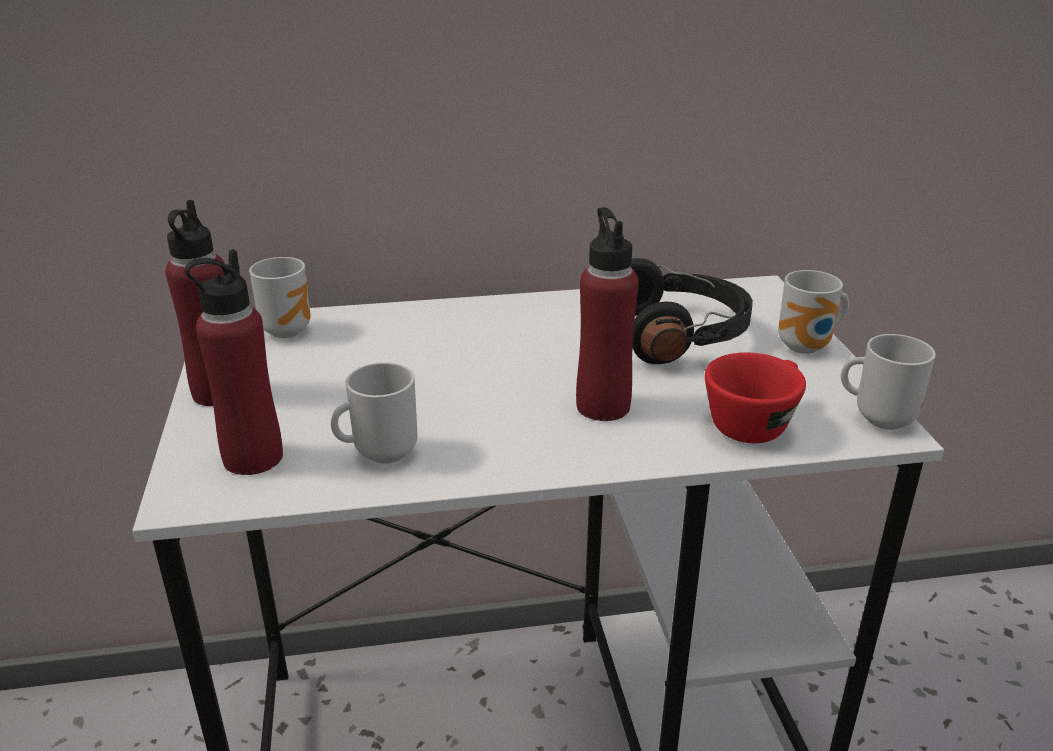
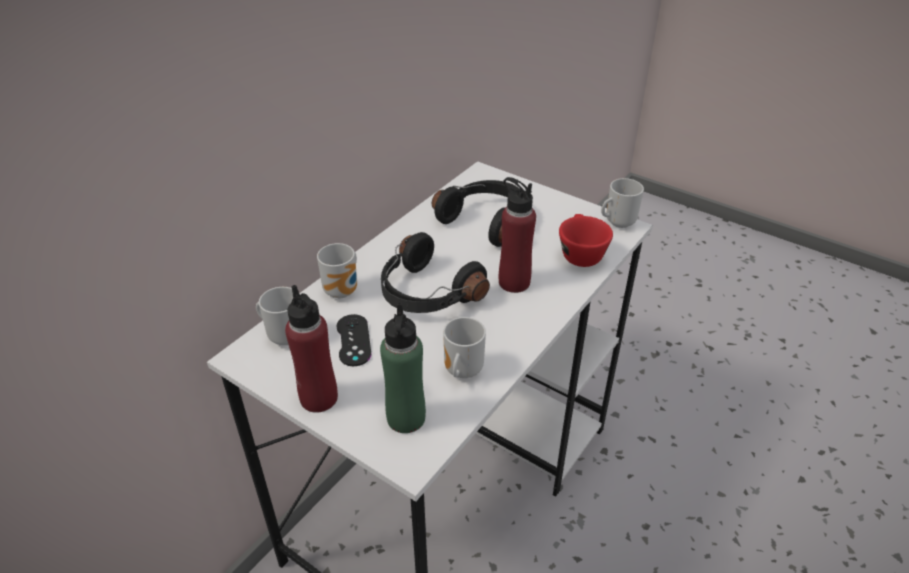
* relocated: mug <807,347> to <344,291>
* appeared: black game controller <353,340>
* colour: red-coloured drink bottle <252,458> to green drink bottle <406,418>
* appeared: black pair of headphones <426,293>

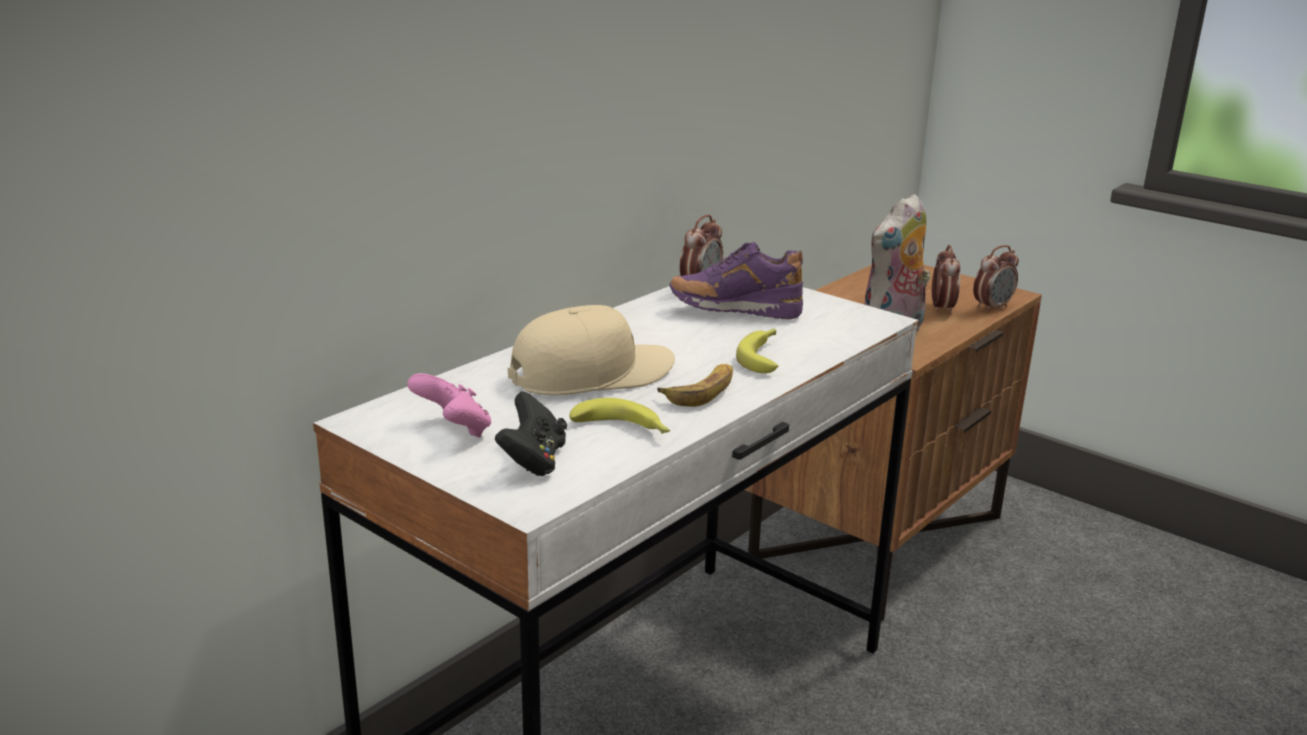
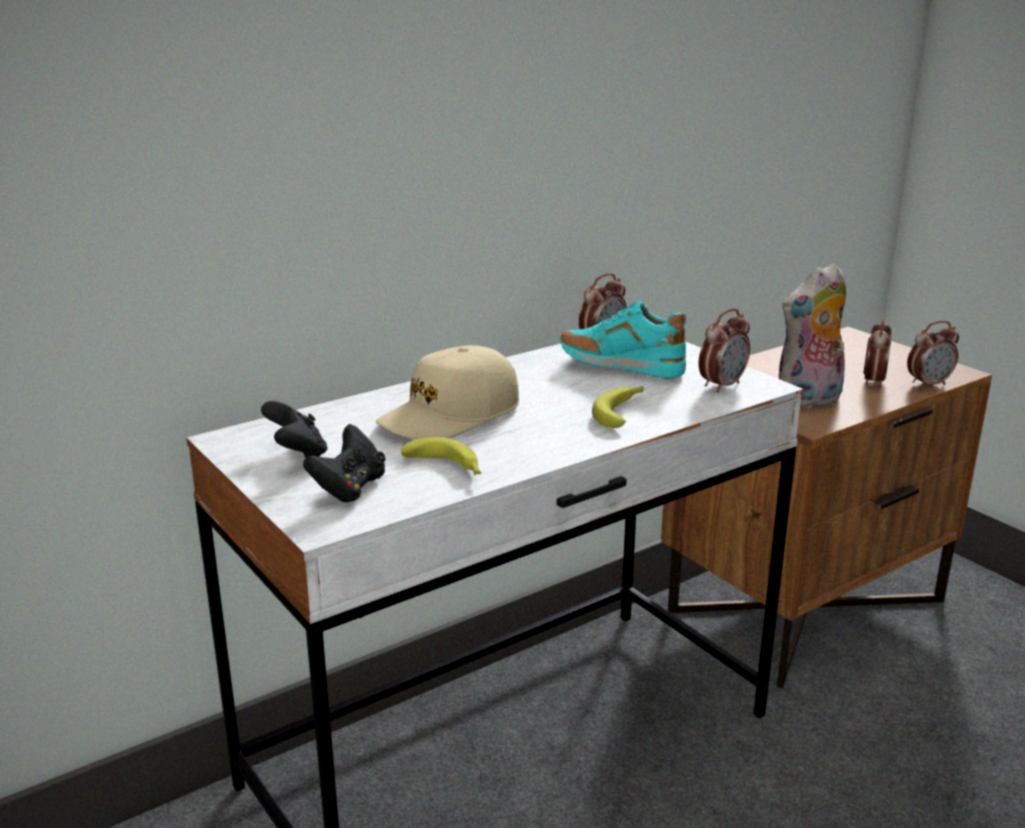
* colour: pinkish game controller <454,431> to black game controller <297,455>
* spun: sand-coloured baseball cap <592,374> = <450,415> 150 degrees clockwise
* colour: purplish low shoe <734,312> to turquoise low shoe <621,368>
* appeared: bedside clock <722,385>
* missing: whole banana <701,391>

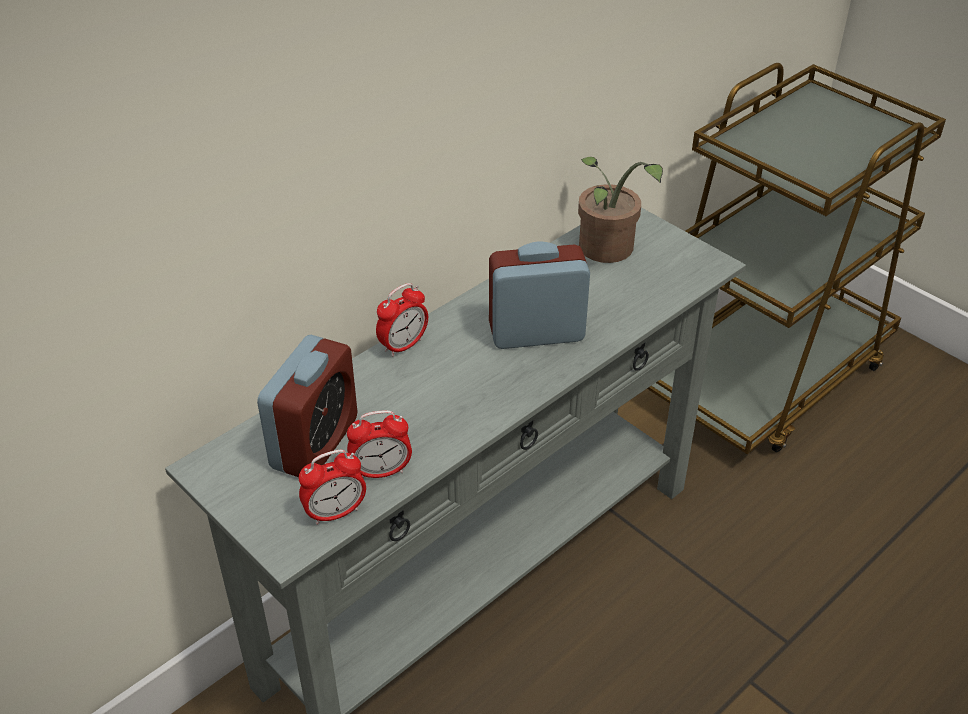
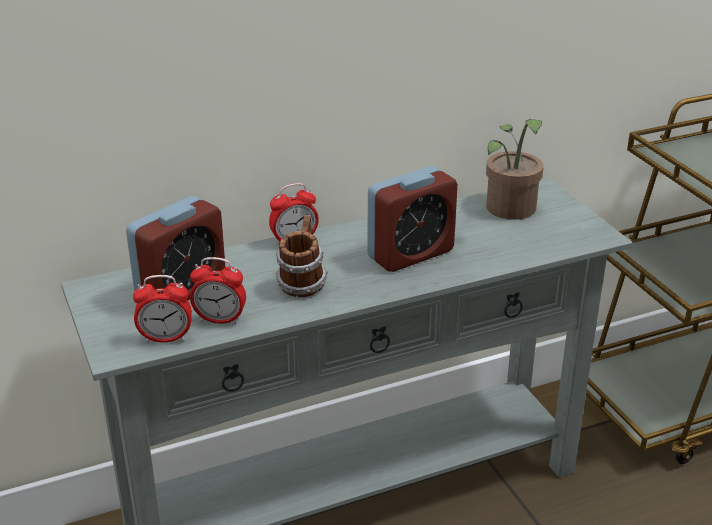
* appeared: mug <302,284>
* spun: bedside clock <536,332> = <410,254> 135 degrees clockwise

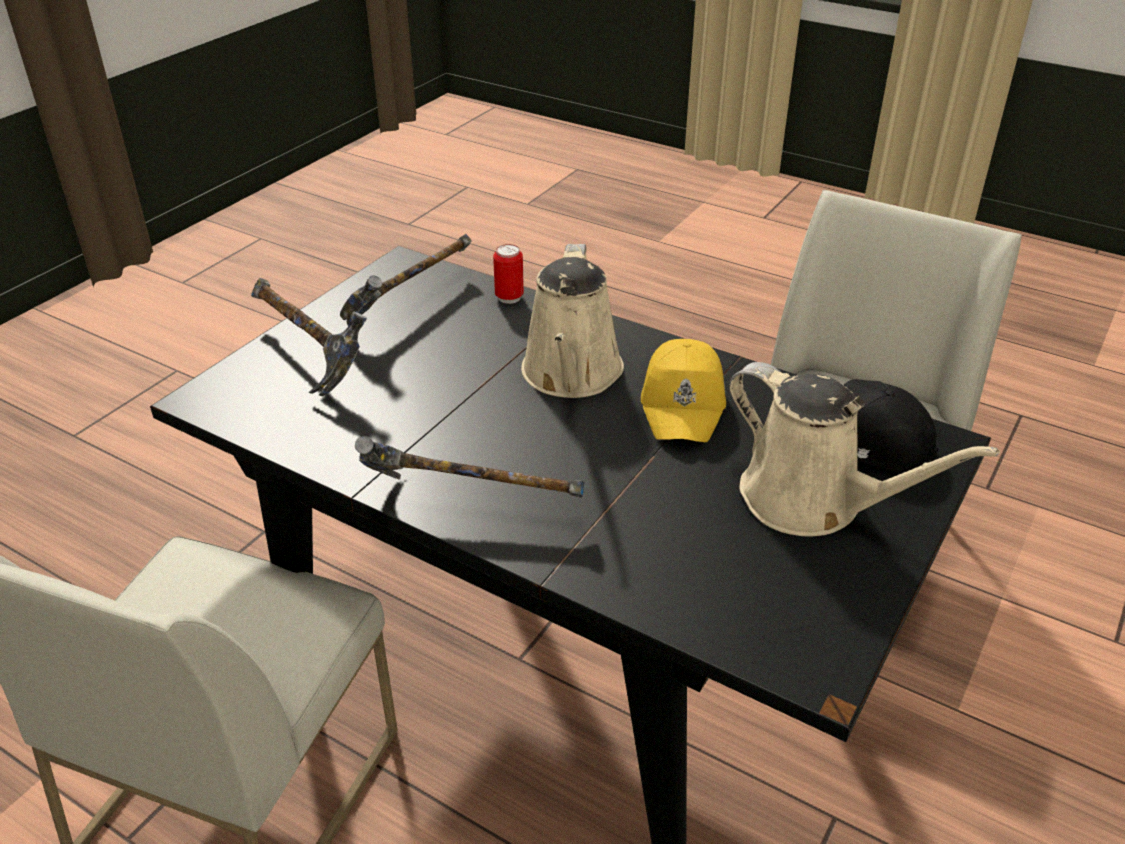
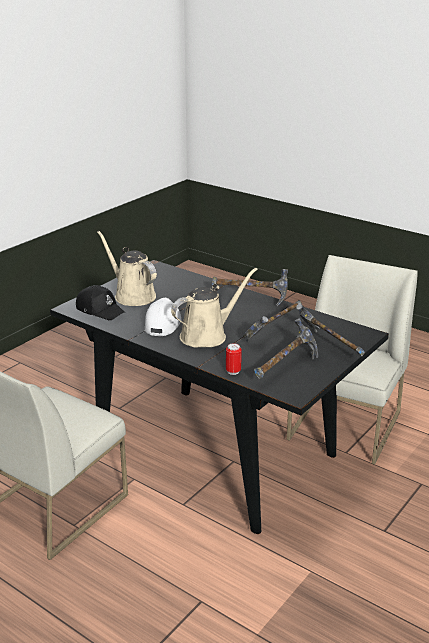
* colour: yellow-coloured baseball cap <684,404> to whitish baseball cap <162,323>
* spun: sand-coloured sprinkling can <571,375> = <207,335> 45 degrees clockwise
* appeared: tool hammer <273,334>

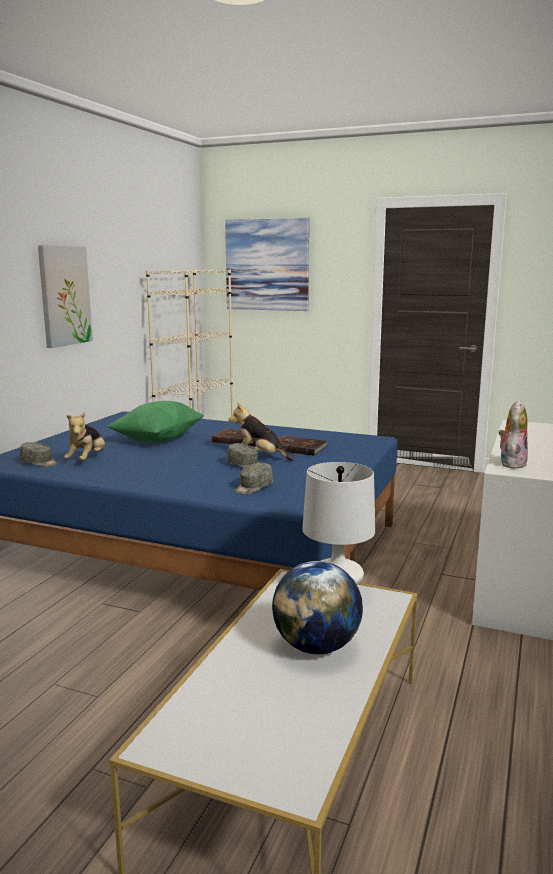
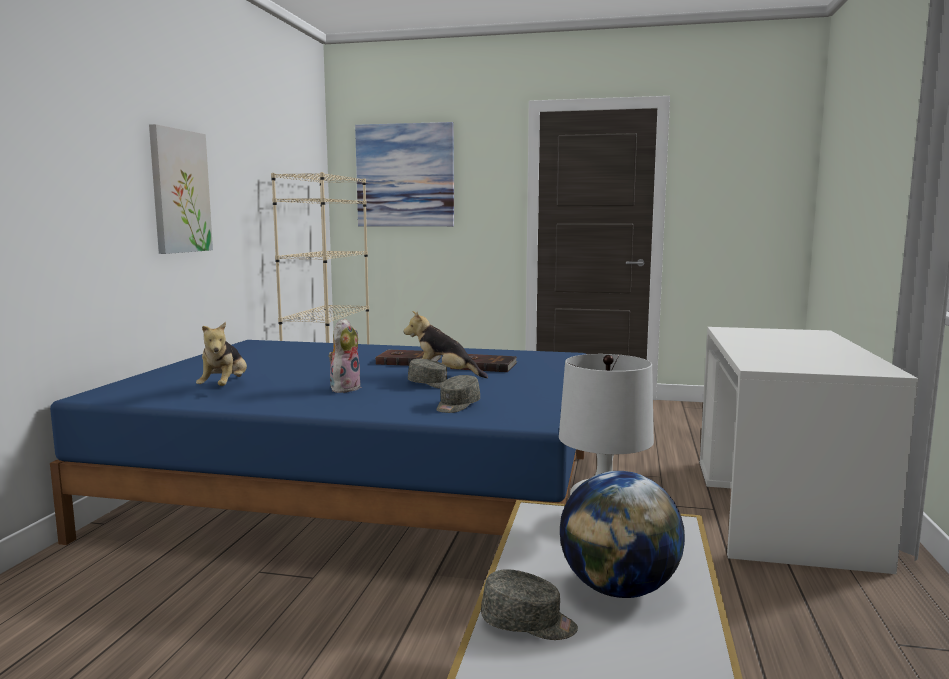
* relocated: cuddly toy <511,463> to <344,388>
* relocated: greyish baseball cap <39,463> to <529,624>
* missing: green cushion <158,439>

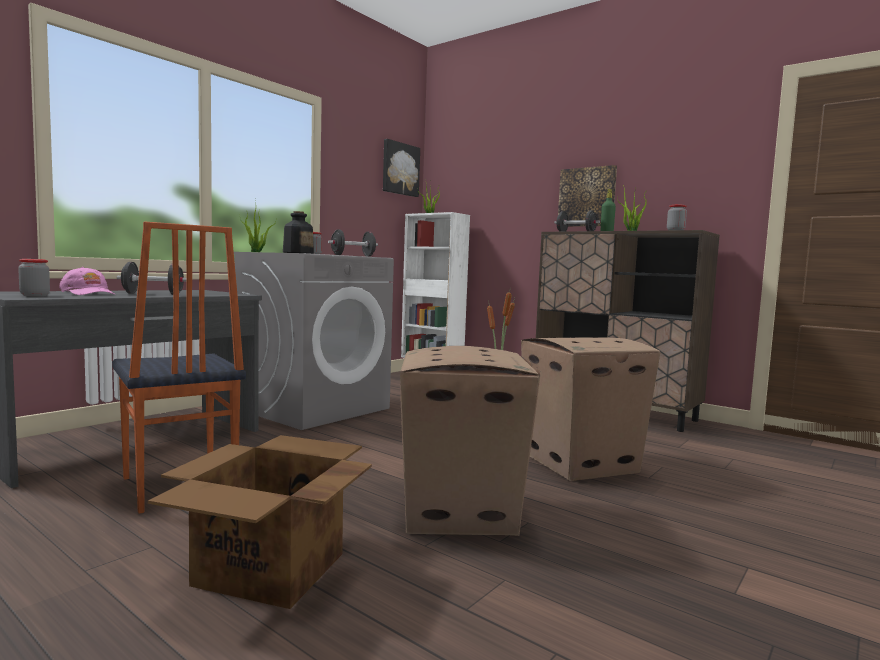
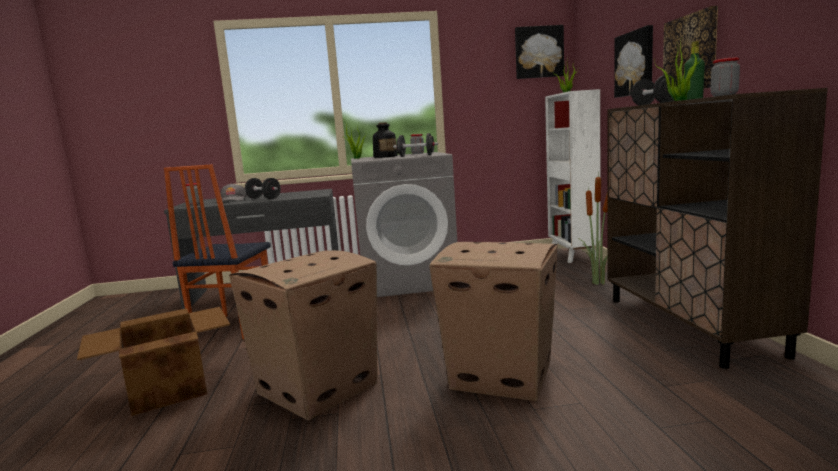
* colour: pinkish baseball cap <88,293> to greyish baseball cap <233,200>
* appeared: wall art <635,63>

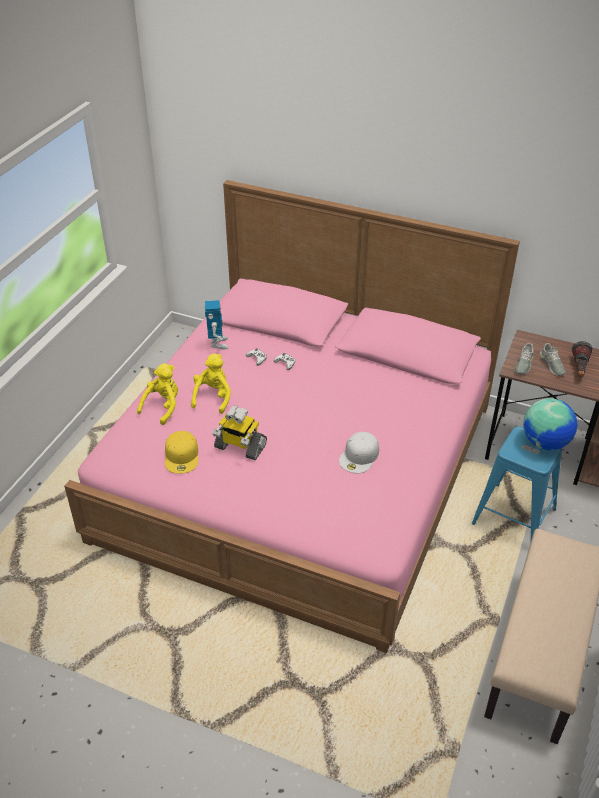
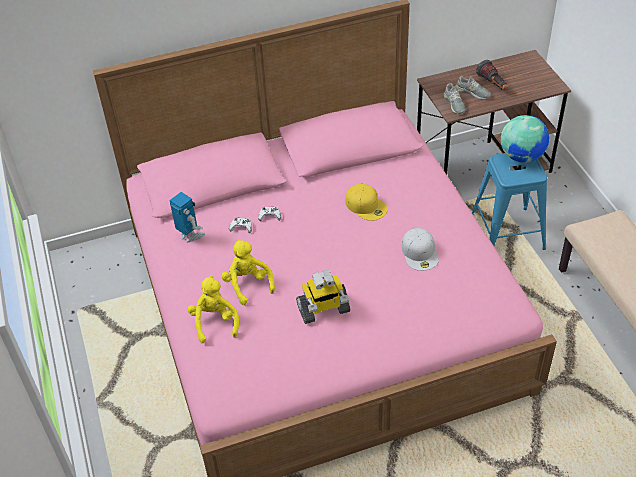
* relocated: yellow-coloured baseball cap <182,456> to <366,205>

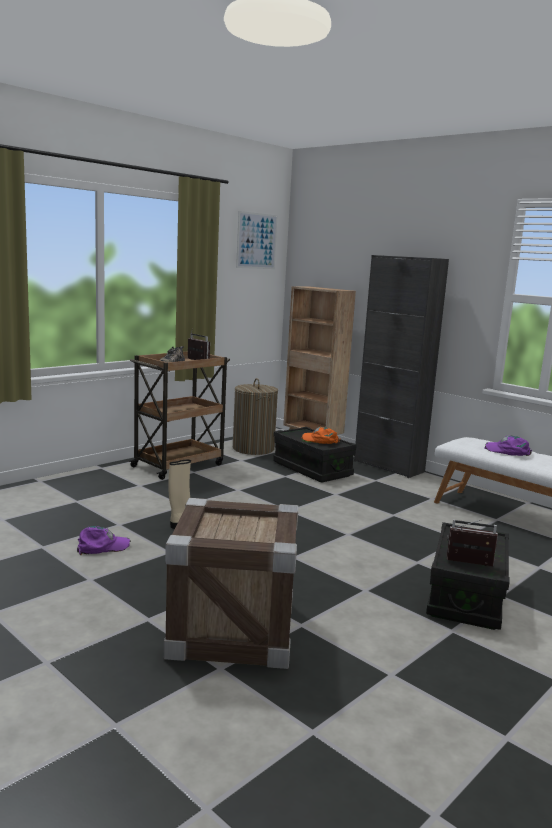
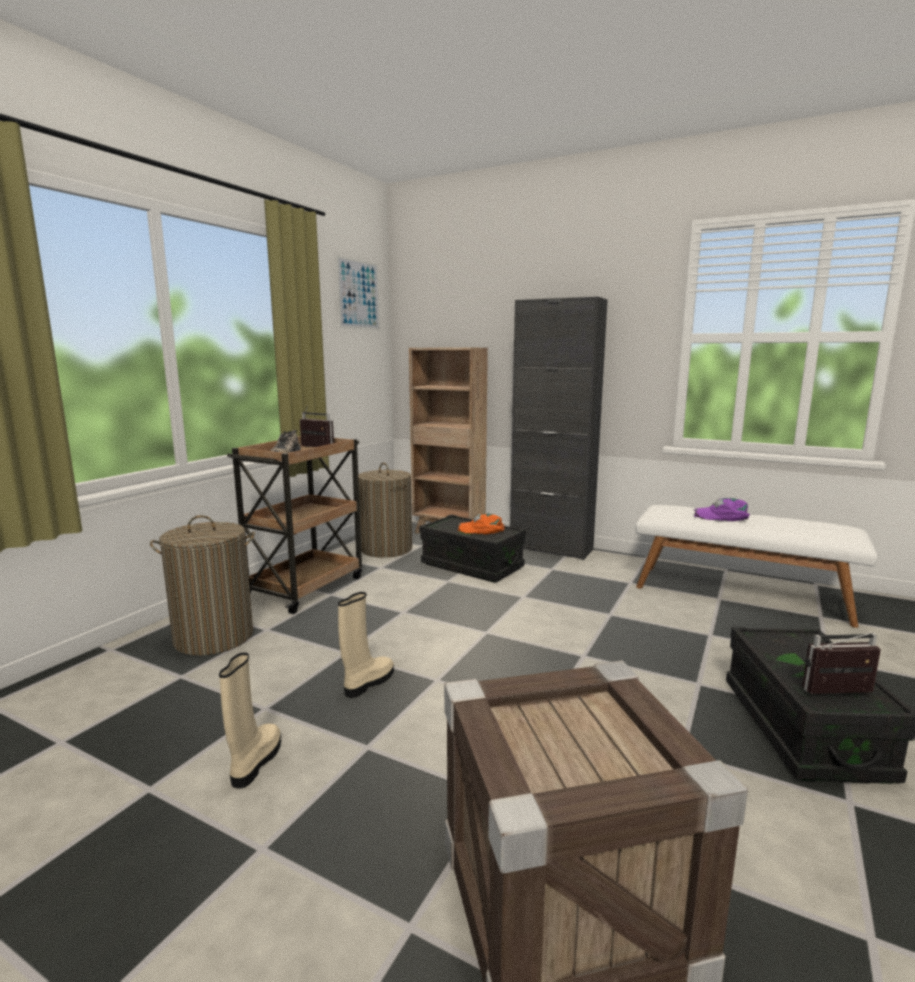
* appeared: hamper <214,637>
* exchanged: purplish baseball cap <102,546> to sand-coloured high-top boot <255,762>

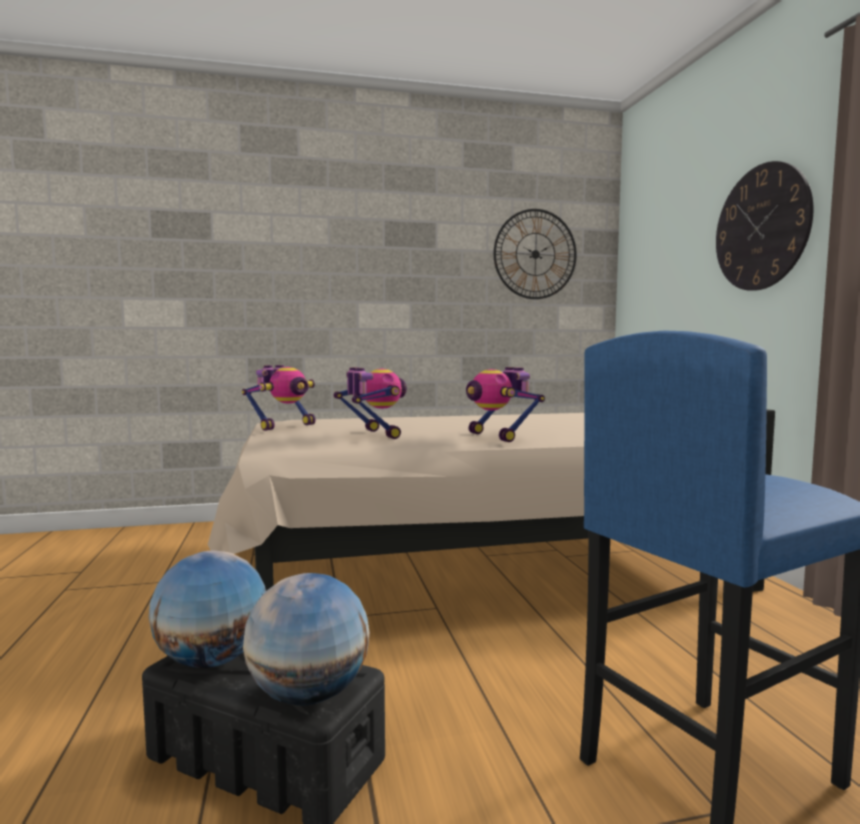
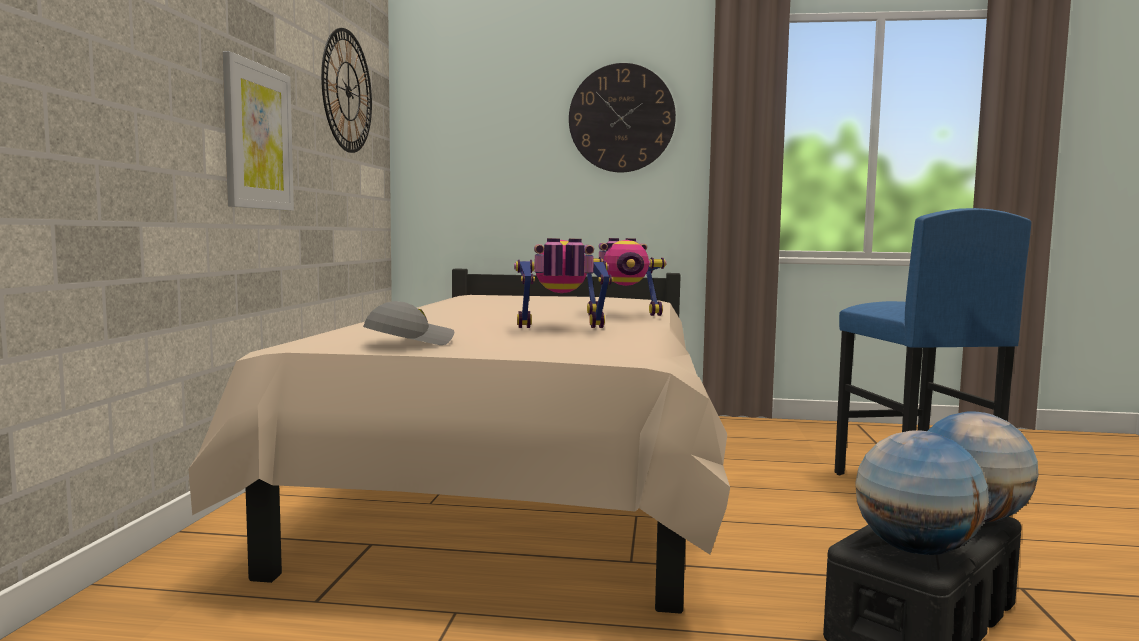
* appeared: wall art <257,137>
* exchanged: robot figure <284,426> to greyish baseball cap <409,342>

